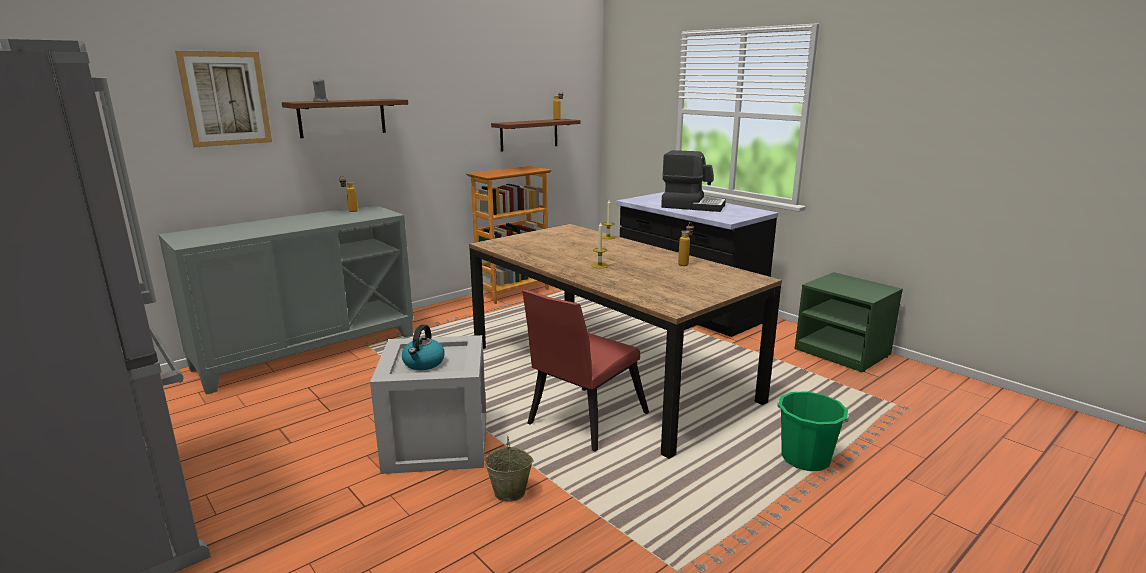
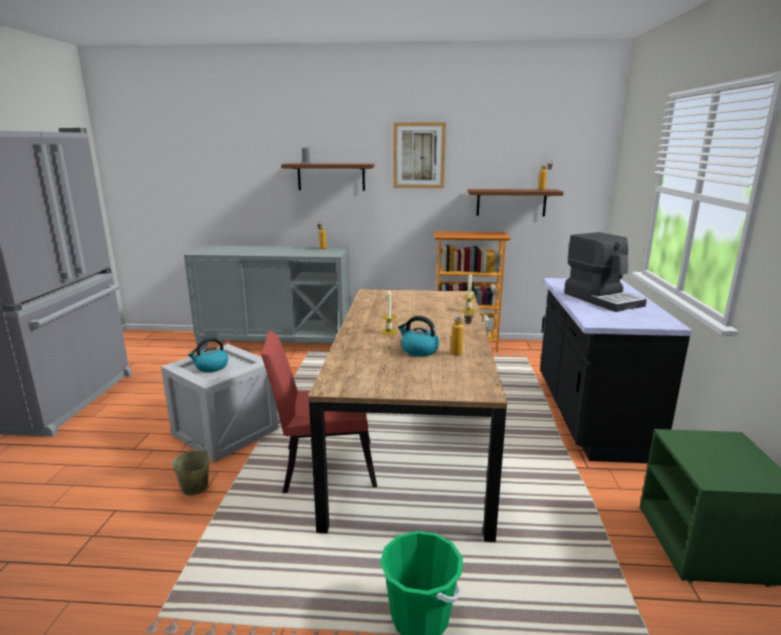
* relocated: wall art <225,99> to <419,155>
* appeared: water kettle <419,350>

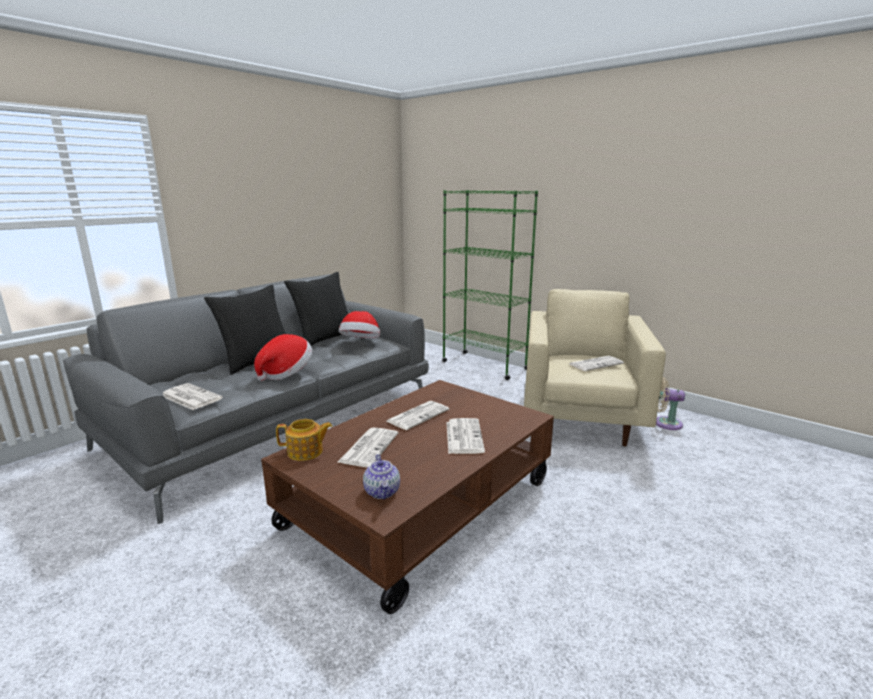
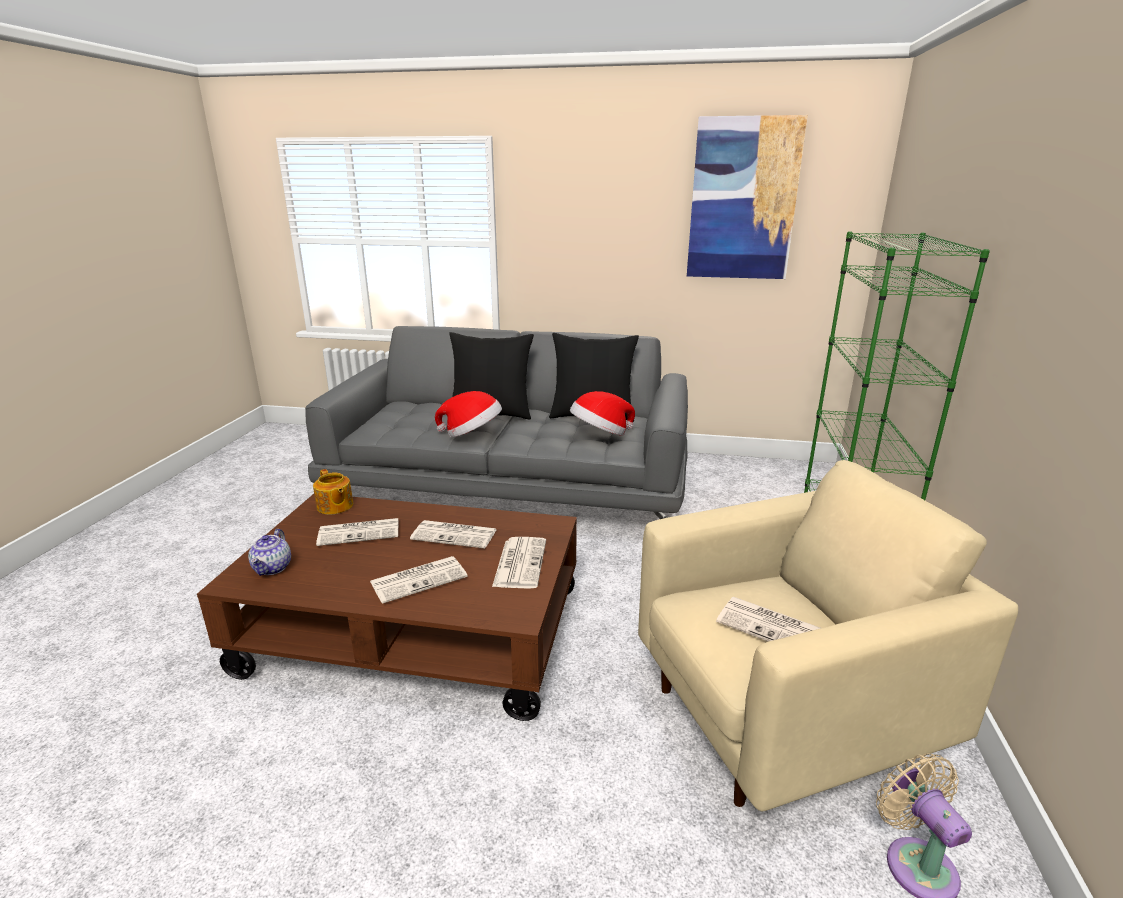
* spun: teapot <382,492> = <273,568> 45 degrees counterclockwise
* relocated: printed paper <190,397> to <520,562>
* appeared: wall art <743,200>

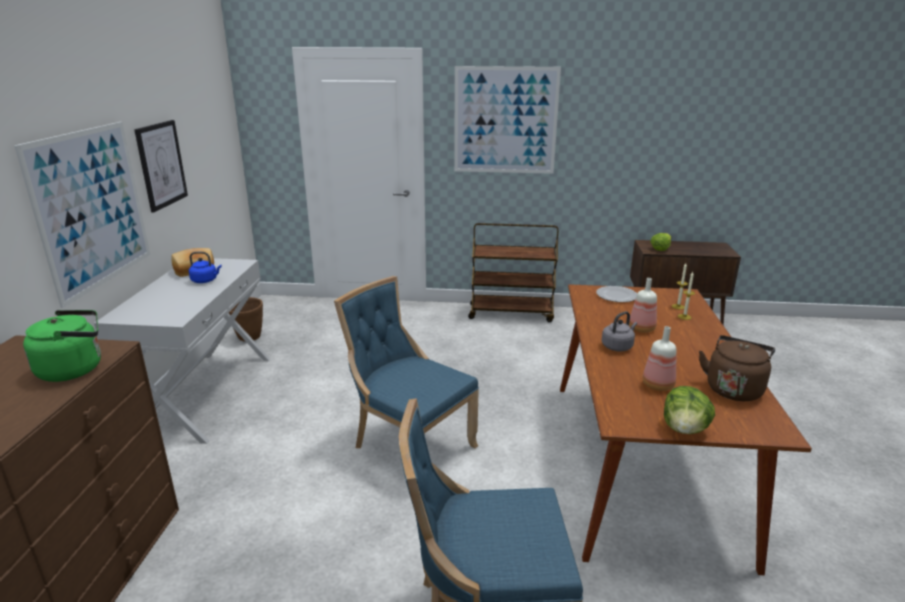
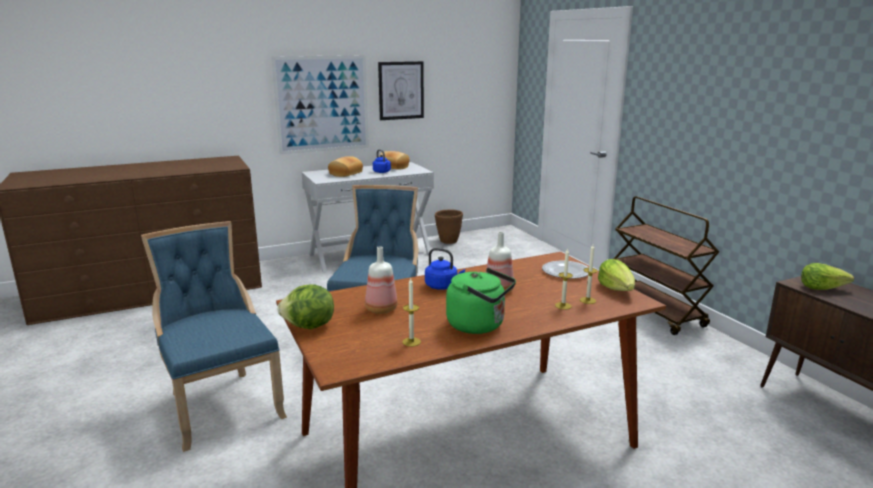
* appeared: bakery bread <345,173>
* exchanged: brownish water kettle <733,388> to candle <411,342>
* colour: greyish water kettle <618,346> to blue water kettle <443,286>
* relocated: green water kettle <75,369> to <479,325>
* appeared: lettuce <617,289>
* missing: wall art <505,121>

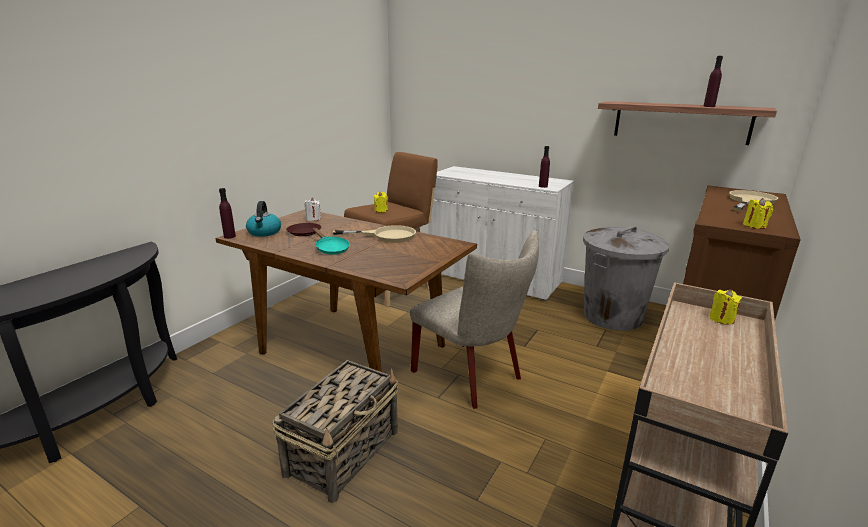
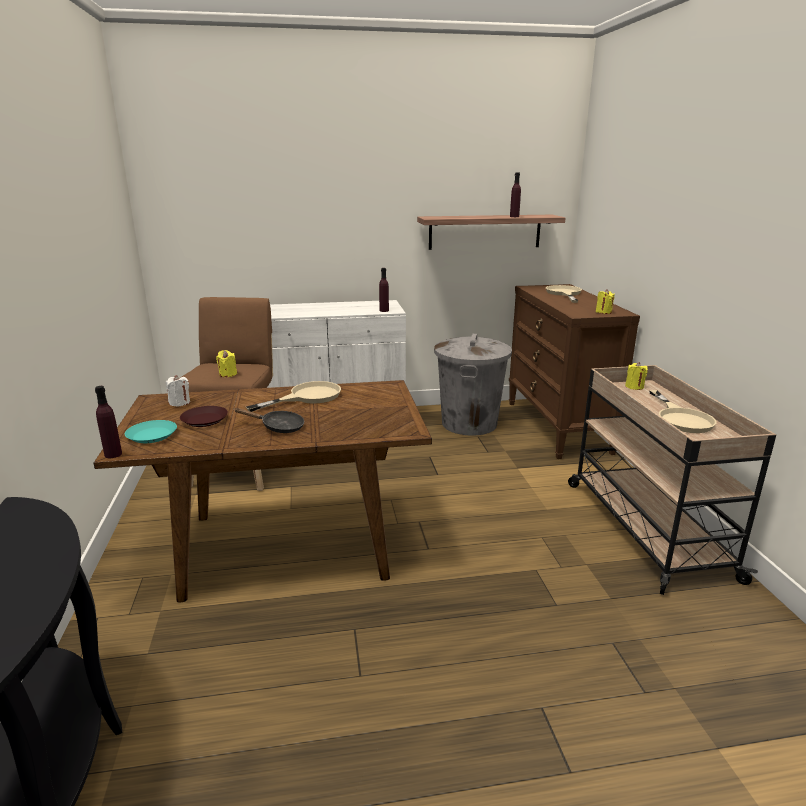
* exchanged: water kettle <264,232> to turquoise flat dish <152,435>
* colour: turquoise skillet <330,249> to black skillet <278,427>
* appeared: sand-coloured skillet <681,418>
* missing: household basket <344,451>
* missing: sand-coloured upright chair <472,376>

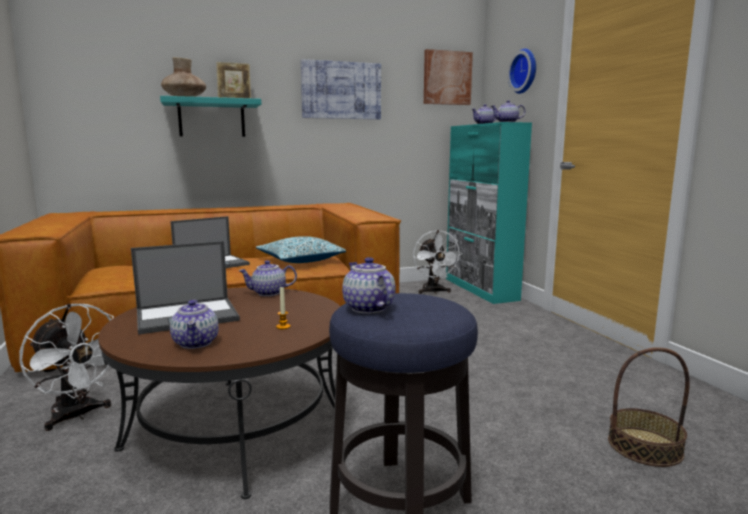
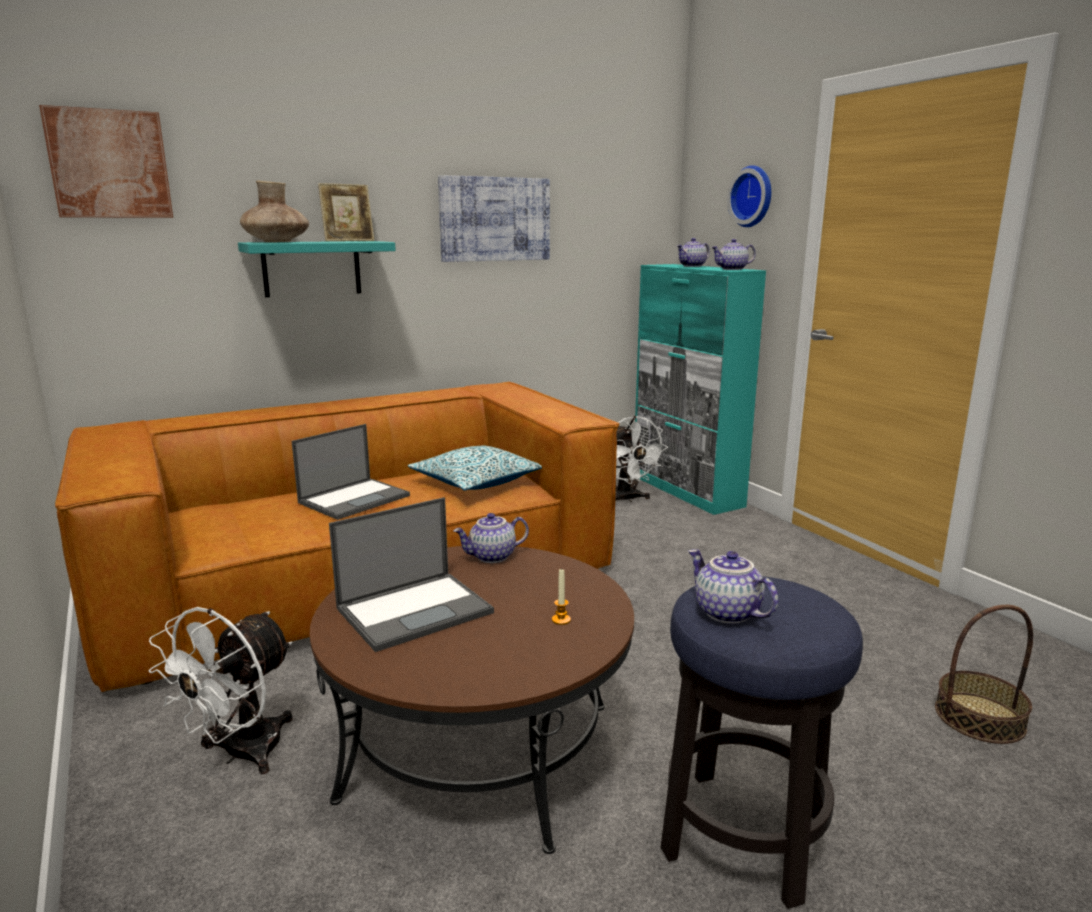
* relocated: wall art <447,78> to <109,164>
* spun: whitish cooling fan <77,416> = <241,754> 90 degrees clockwise
* missing: teapot <196,343>

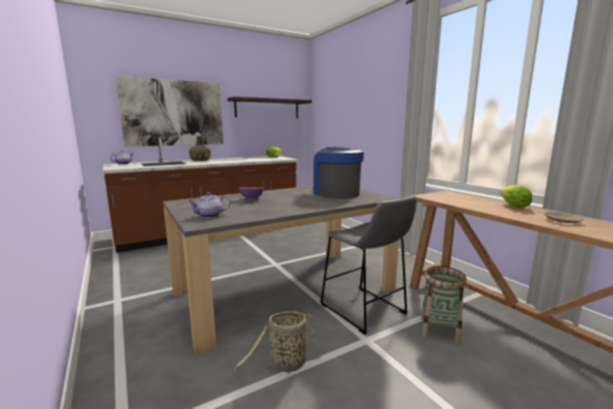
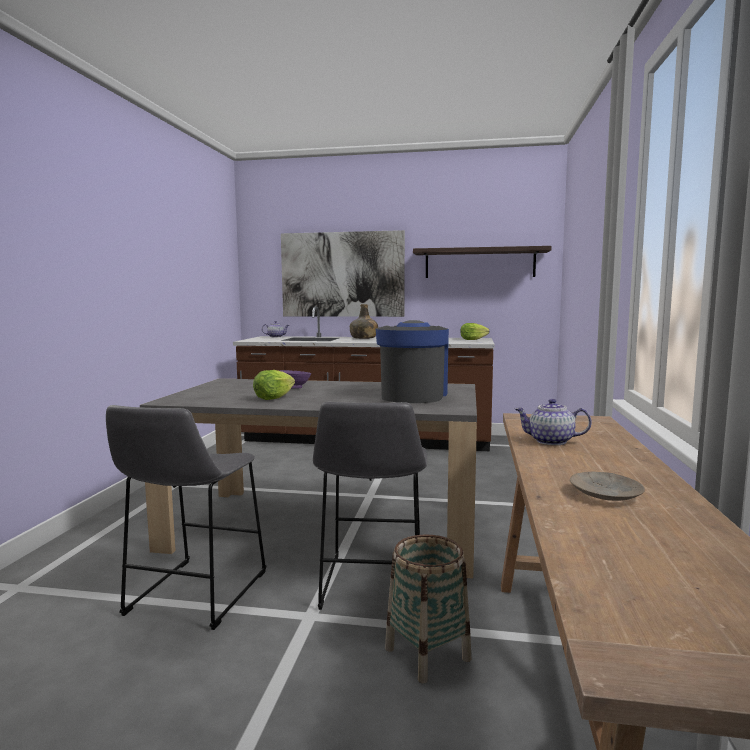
* exchanged: household basket <286,365> to greyish stool <193,596>
* relocated: lettuce <513,206> to <273,398>
* relocated: teapot <210,215> to <550,441>

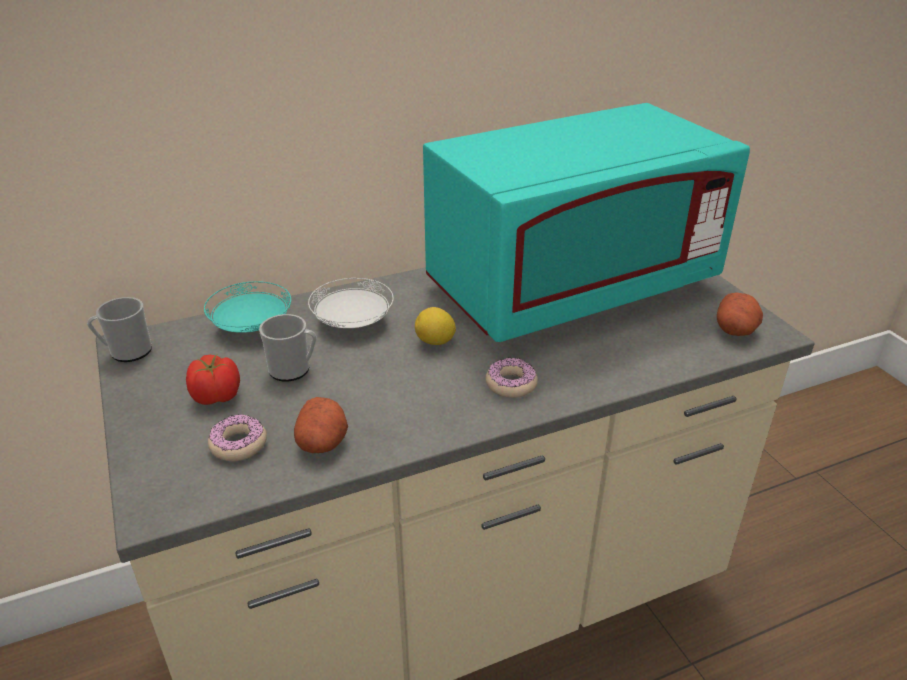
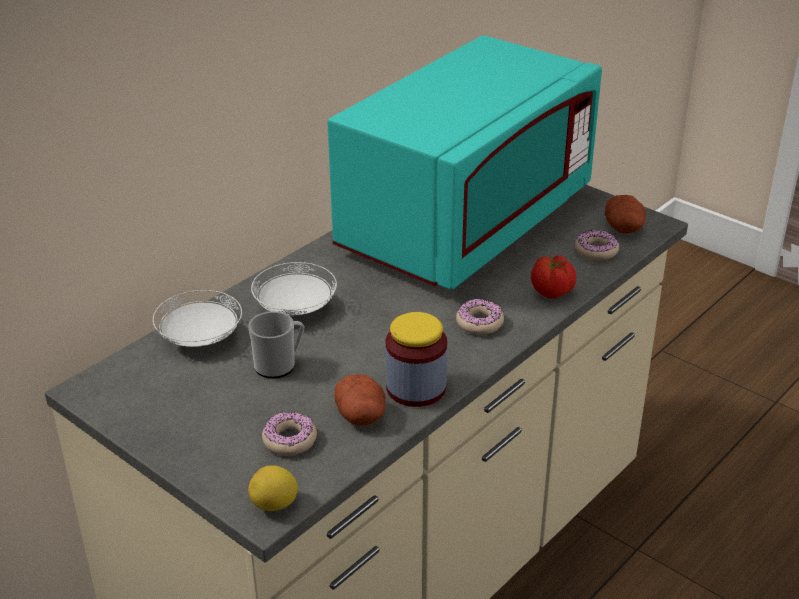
* colour: turquoise flat dish <252,327> to whitish flat dish <201,339>
* relocated: whole lemon <435,342> to <274,505>
* appeared: jar <416,388>
* relocated: fresh tomato <217,397> to <552,292>
* appeared: donut <596,251>
* missing: mug <126,352>

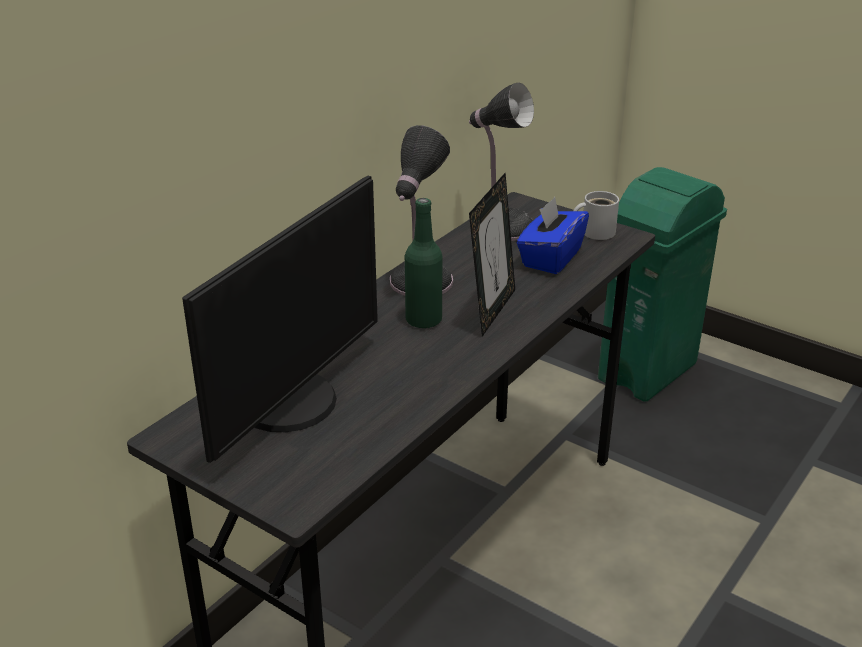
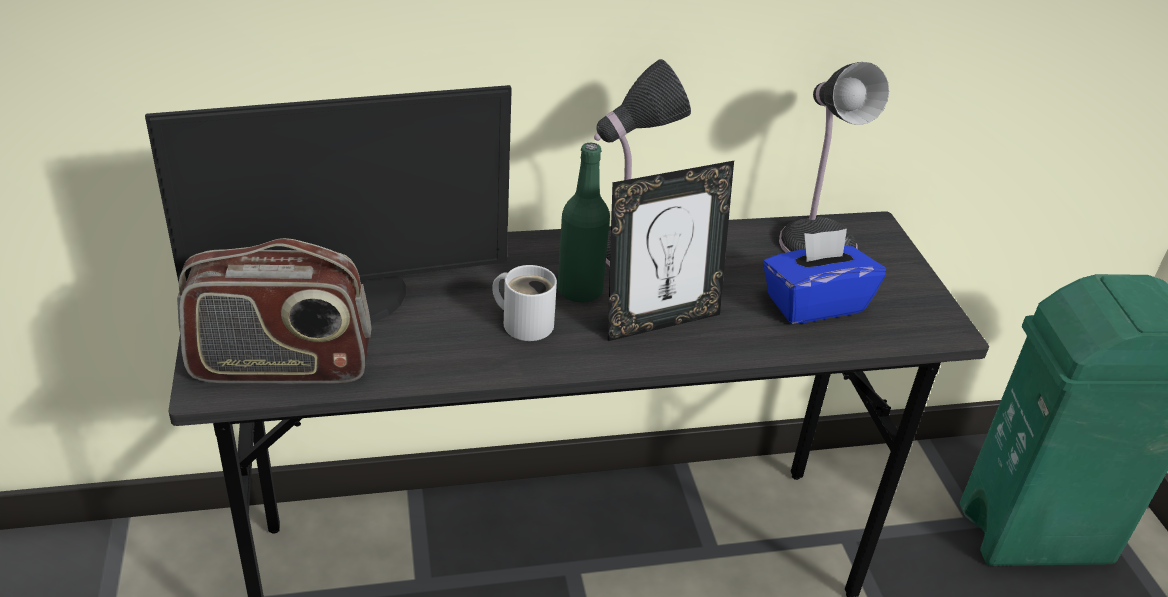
* appeared: radio set <281,366>
* relocated: whitish mug <594,232> to <525,322>

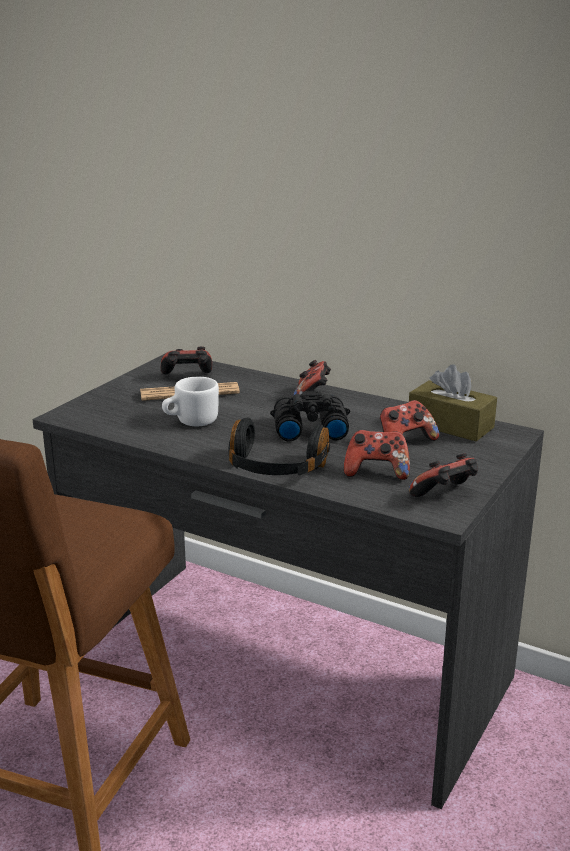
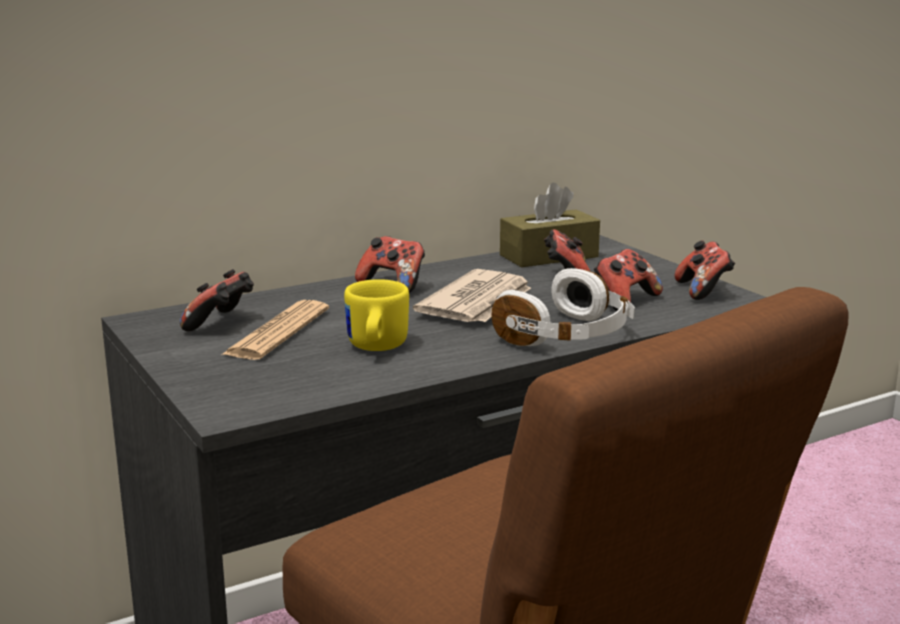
* colour: whitish mug <190,422> to yellow-coloured mug <375,348>
* exchanged: black pair of binoculars <308,428> to printed paper <478,303>
* colour: black pair of headphones <276,469> to whitish pair of headphones <568,336>

